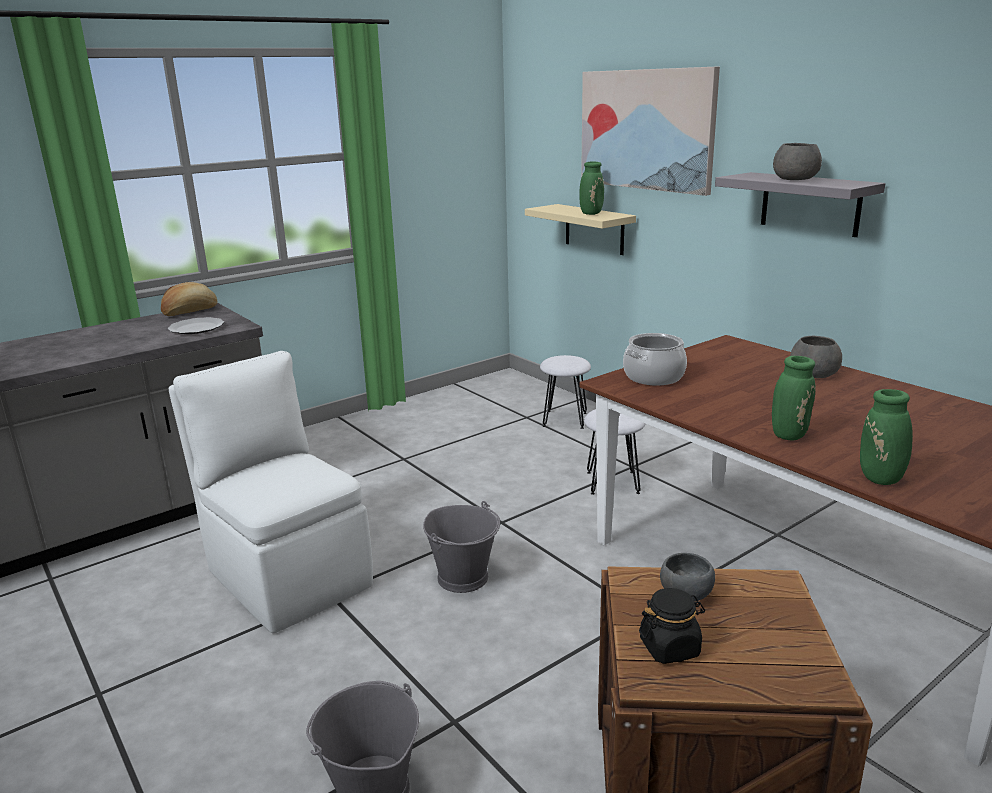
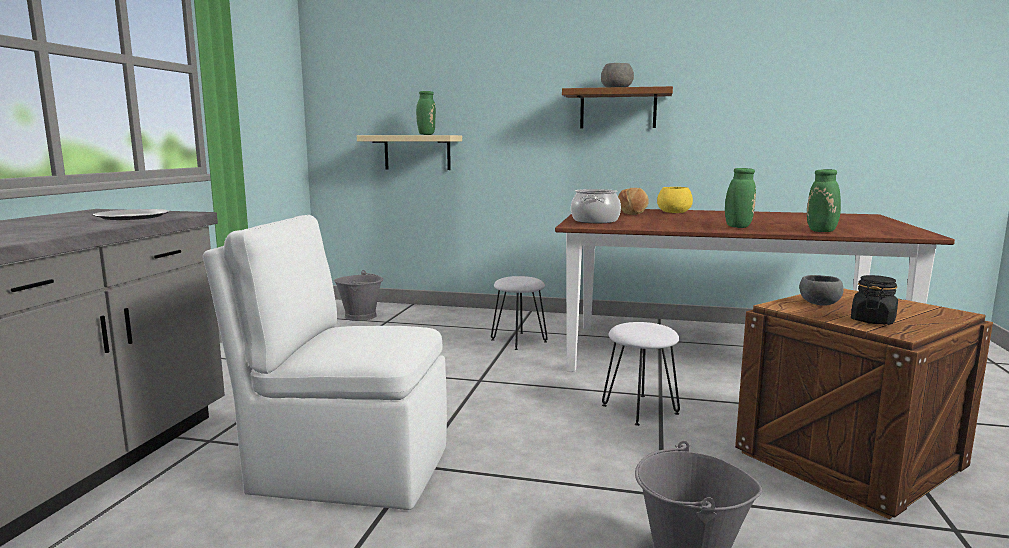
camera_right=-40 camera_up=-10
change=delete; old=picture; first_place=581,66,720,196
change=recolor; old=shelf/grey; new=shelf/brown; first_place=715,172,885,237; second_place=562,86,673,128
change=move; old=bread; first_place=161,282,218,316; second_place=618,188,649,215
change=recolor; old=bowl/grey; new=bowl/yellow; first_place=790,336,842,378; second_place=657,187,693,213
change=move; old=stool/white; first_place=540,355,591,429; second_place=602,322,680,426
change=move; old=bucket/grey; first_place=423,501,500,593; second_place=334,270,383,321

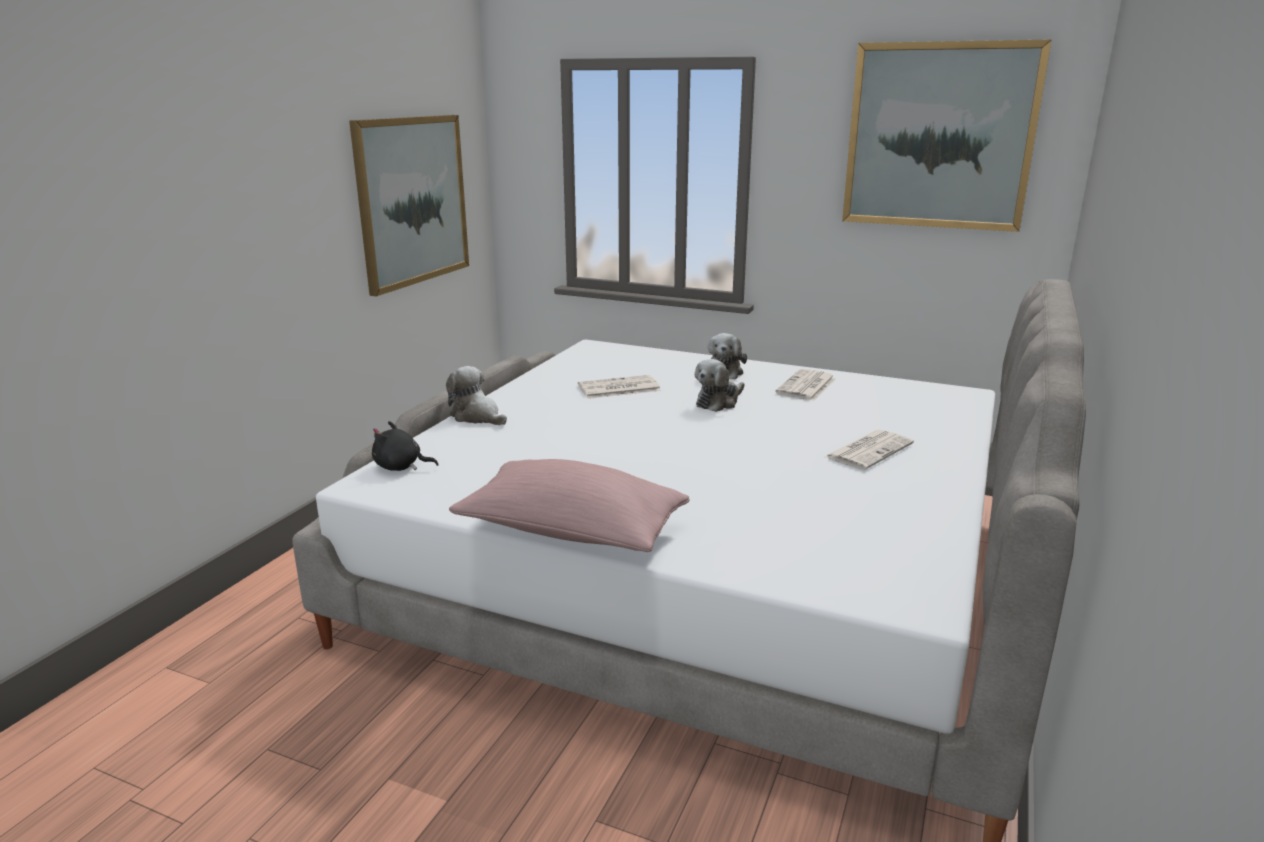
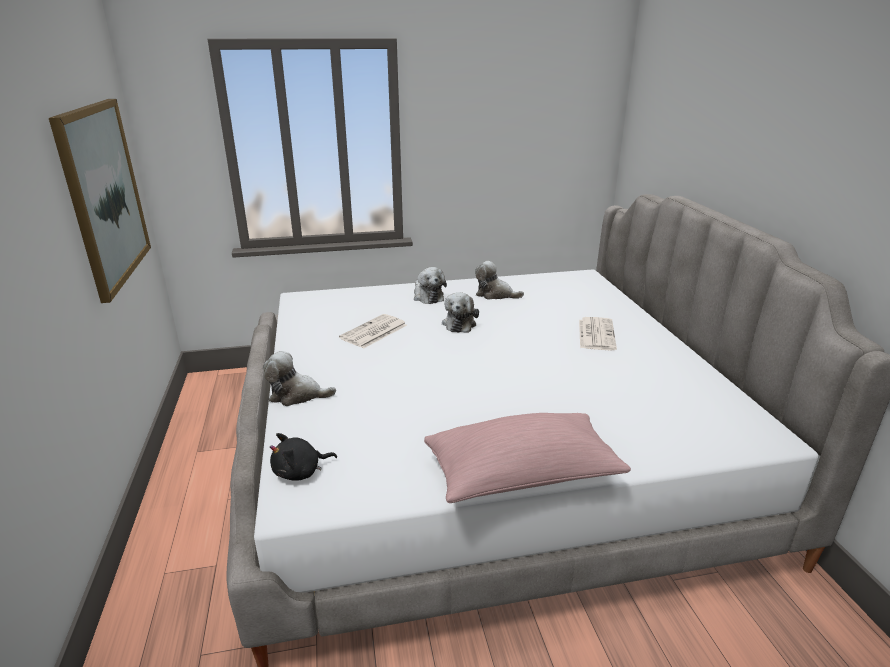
camera_right=-35 camera_up=5
change=delete; old=picture; first_place=842,39,1052,232
change=replace; old=newspaper; new=plush toy; first_place=775,369,836,401; second_place=475,261,524,300

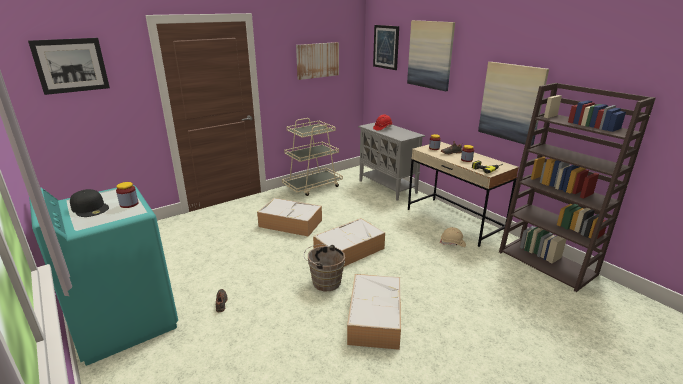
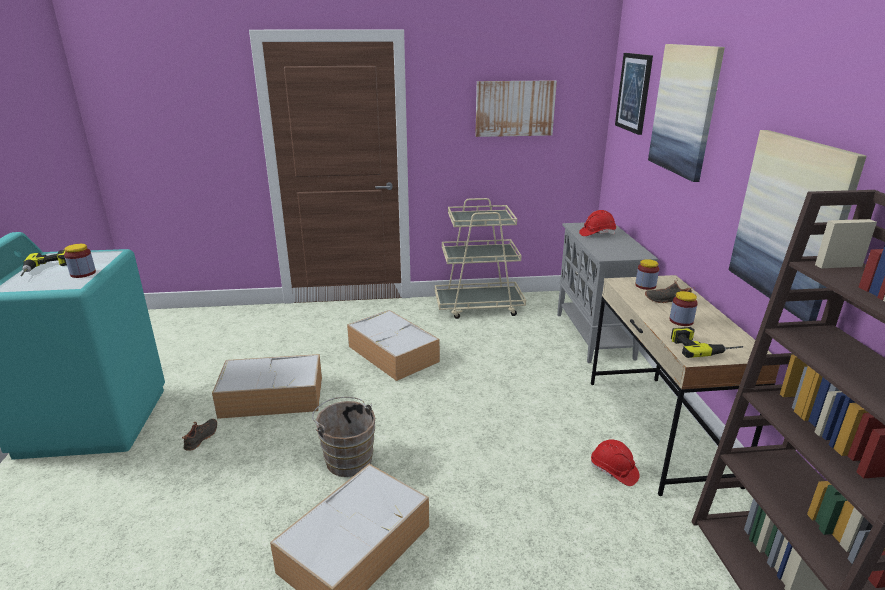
camera_right=30 camera_up=0
change=delete; old=picture; first_place=28,38,110,95
change=replace; old=cap/black; new=power drill; first_place=70,189,109,217; second_place=20,250,67,277
change=move; old=storage box; first_place=313,218,385,267; second_place=212,354,322,419
change=recolor; old=hard hat/beige; new=hard hat/red; first_place=440,227,466,247; second_place=591,439,640,486

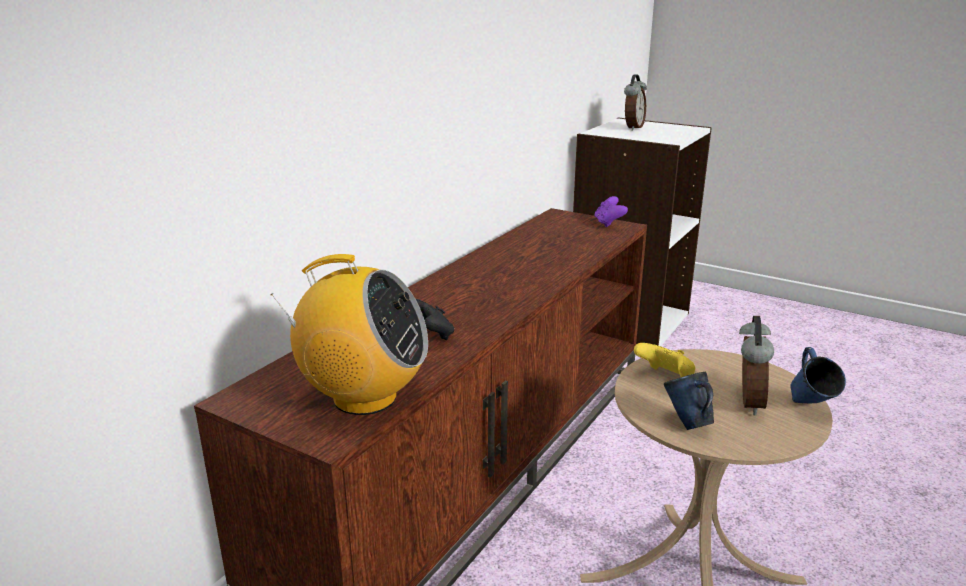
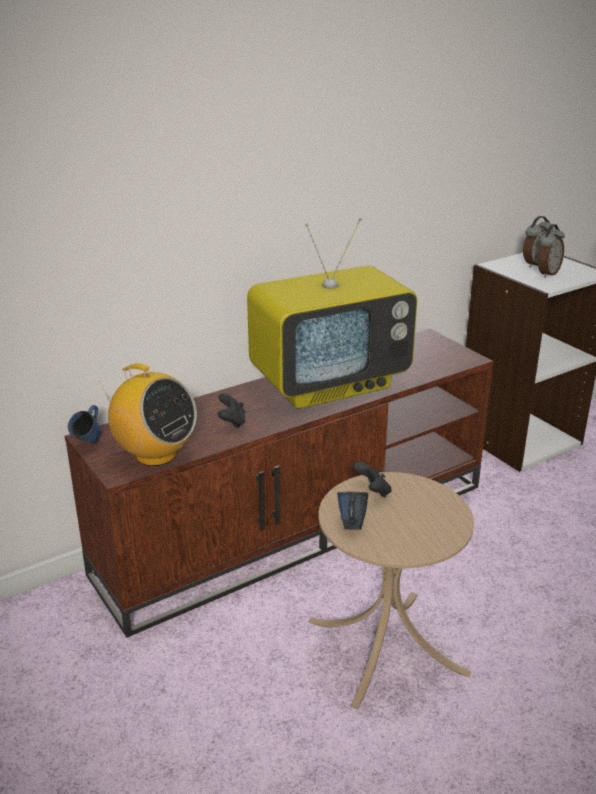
camera_right=25 camera_up=5
change=delete; old=game controller/purple; first_place=594,196,628,227
change=move; old=alarm clock; first_place=739,316,774,416; second_place=538,224,565,278
change=recolor; old=game controller/yellow; new=game controller/black; first_place=634,343,695,377; second_place=353,462,392,497
change=move; old=mug/blue; first_place=790,347,846,403; second_place=68,405,102,443
change=insert; new=television; second_place=247,218,417,409

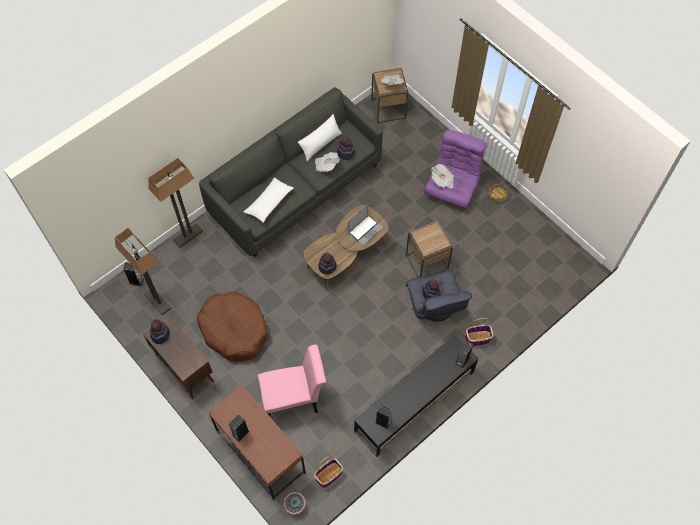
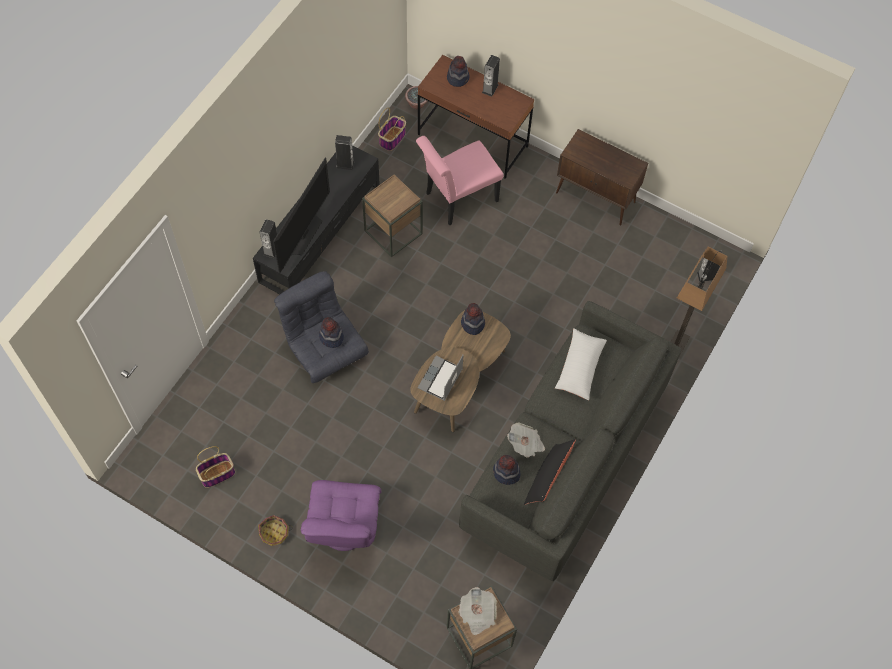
camera_right=160 camera_up=0
change=recolor; old=pillow/white; new=pillow/black; first_place=298,114,342,161; second_place=524,439,576,505
change=delete; old=newspaper; first_place=431,164,454,189
change=move; old=side table/brown; first_place=406,221,453,277; second_place=362,174,423,257
change=delete; old=floor lamp; first_place=115,228,171,315
change=delete; old=dog bed/brown; first_place=197,292,268,362
change=move; old=basket; first_place=465,318,493,346; second_place=196,446,235,488
change=move; old=hat; first_place=150,319,170,344; second_place=447,56,470,87
change=insert; new=television; second_place=273,158,330,273

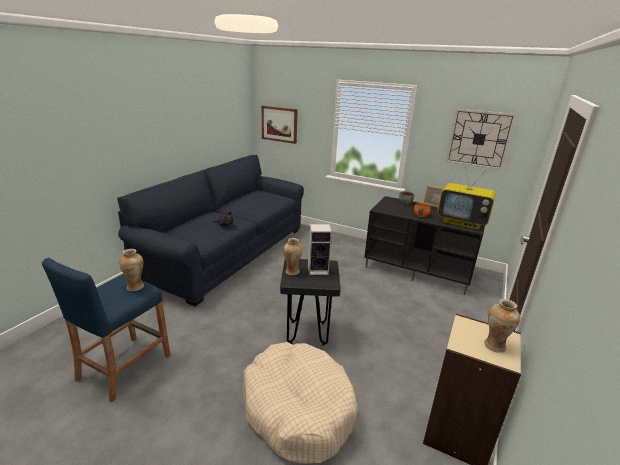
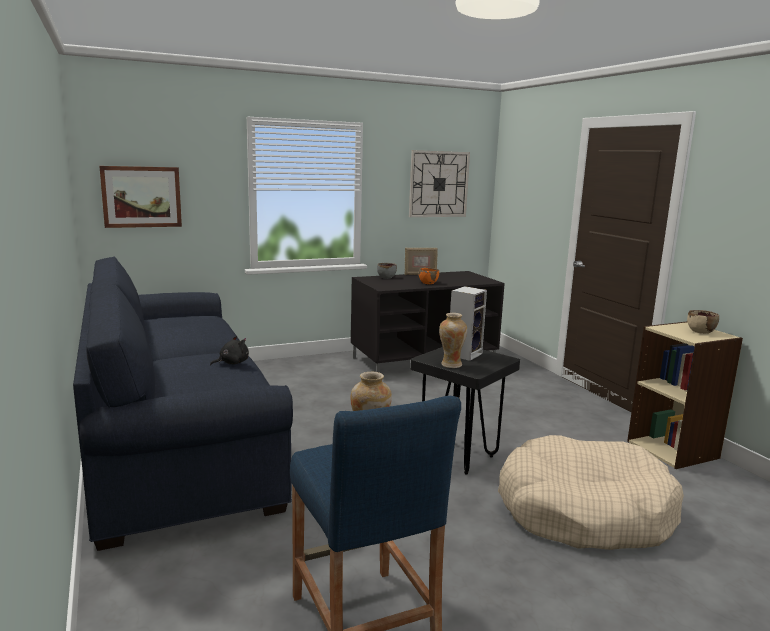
camera_right=-50 camera_up=-10
change=delete; old=television; first_place=437,168,496,229
change=replace; old=vase; new=bowl/beige; first_place=484,299,520,353; second_place=687,310,719,334

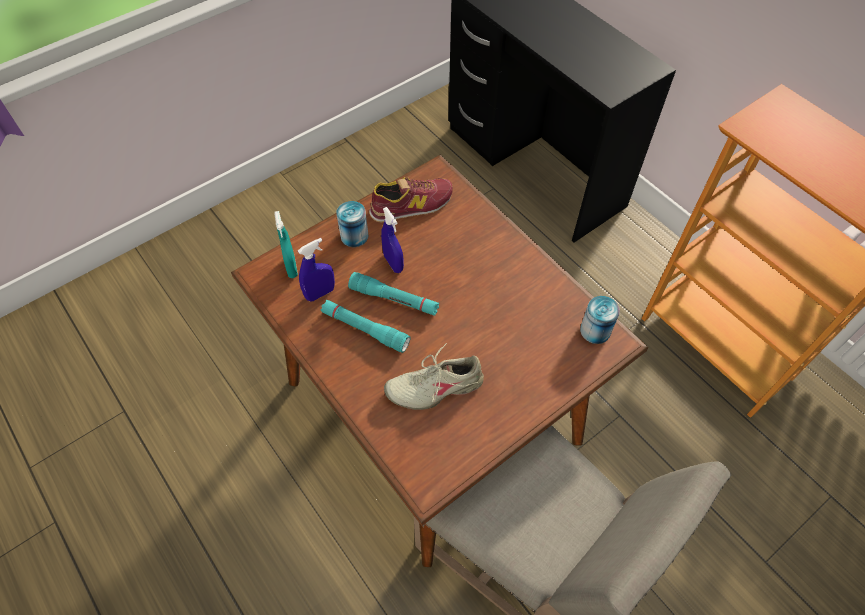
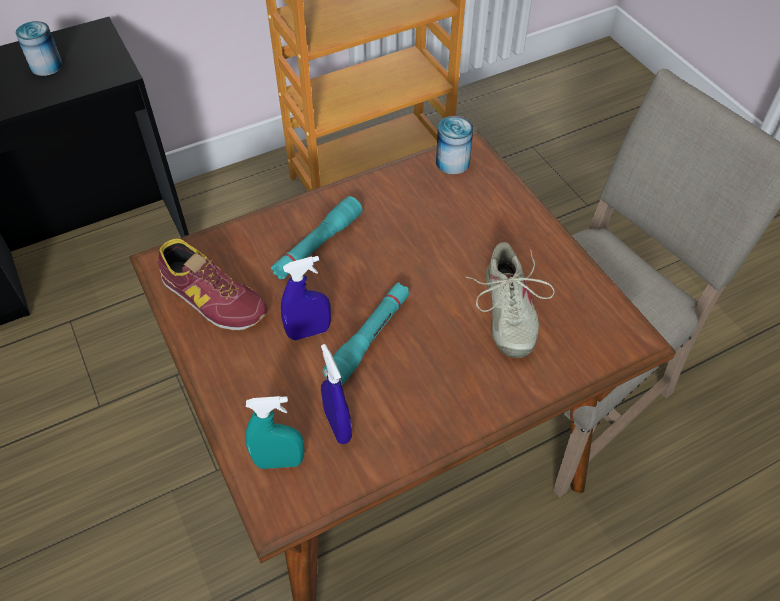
camera_right=-80 camera_up=-5
change=rotate; old=shoe; first_place=369,177,453,223; second_place=158,239,267,330; degrees=135
change=move; old=can; first_place=336,201,368,247; second_place=16,21,63,76
change=move; old=flashlight/turquoise; first_place=321,300,411,353; second_place=271,196,362,279

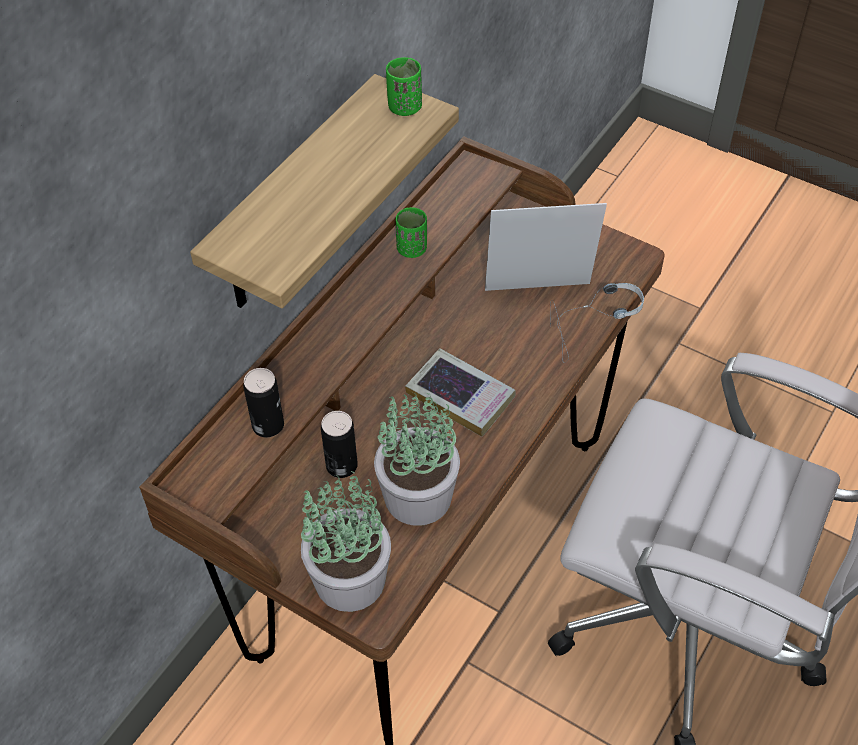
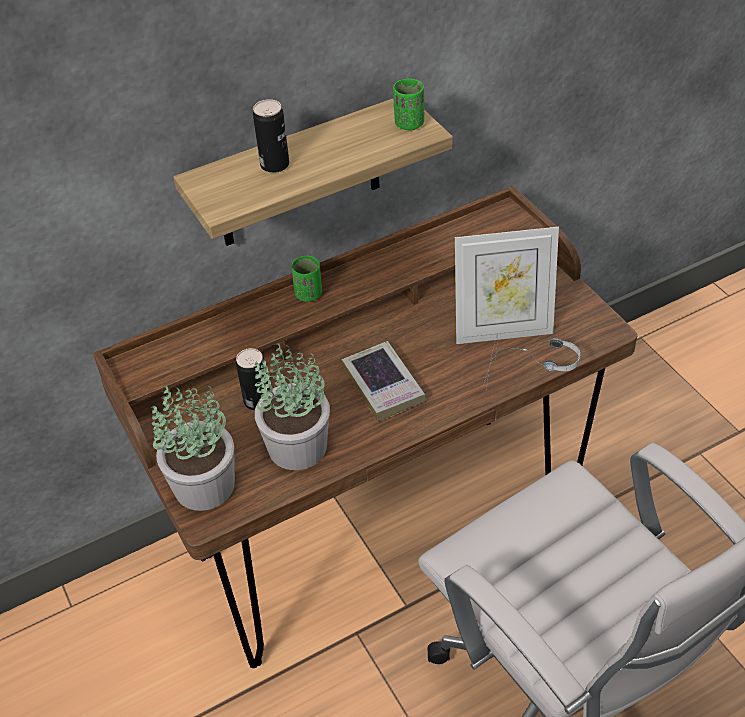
camera_right=30 camera_up=-5
change=rotate; old=picture frame; first_place=485,203,607,291; second_place=455,227,559,344; degrees=150
change=move; old=cup/green; first_place=396,207,427,258; second_place=291,255,322,302
change=move; old=can; first_place=243,368,284,437; second_place=253,99,289,173

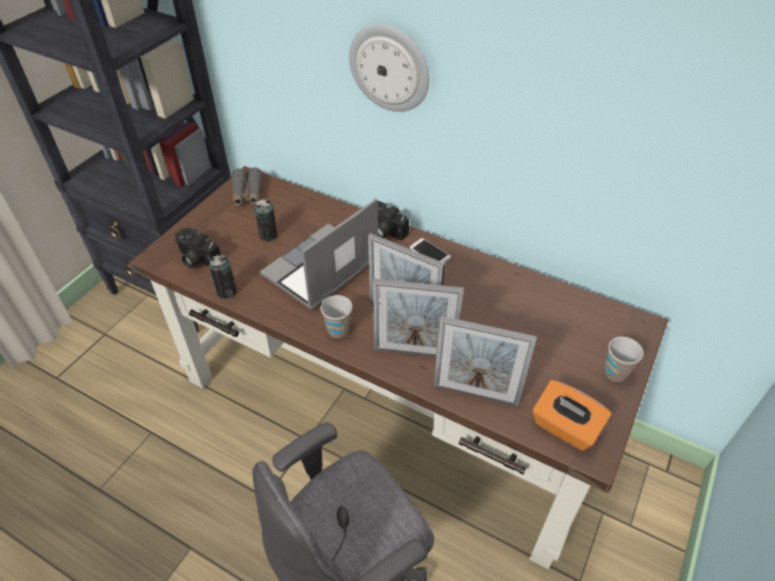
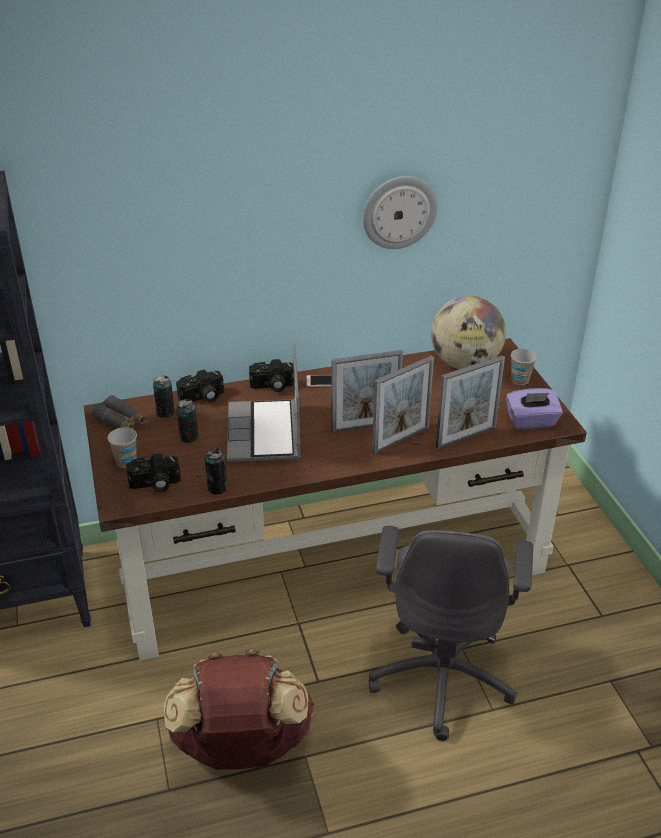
camera_right=-45 camera_up=-10
change=move; old=wall clock; first_place=349,24,429,112; second_place=363,176,438,249
change=move; old=cup; first_place=320,295,352,338; second_place=107,427,137,468
change=recolor; old=tissue box/orange; new=tissue box/purple; first_place=532,380,612,451; second_place=506,388,563,430
change=insert; new=globe; second_place=431,296,506,369
change=insert; new=photo camera; second_place=176,369,224,402
change=insert; new=can; second_place=153,376,175,418
change=insert; new=backpack/brown; second_place=164,649,314,770

